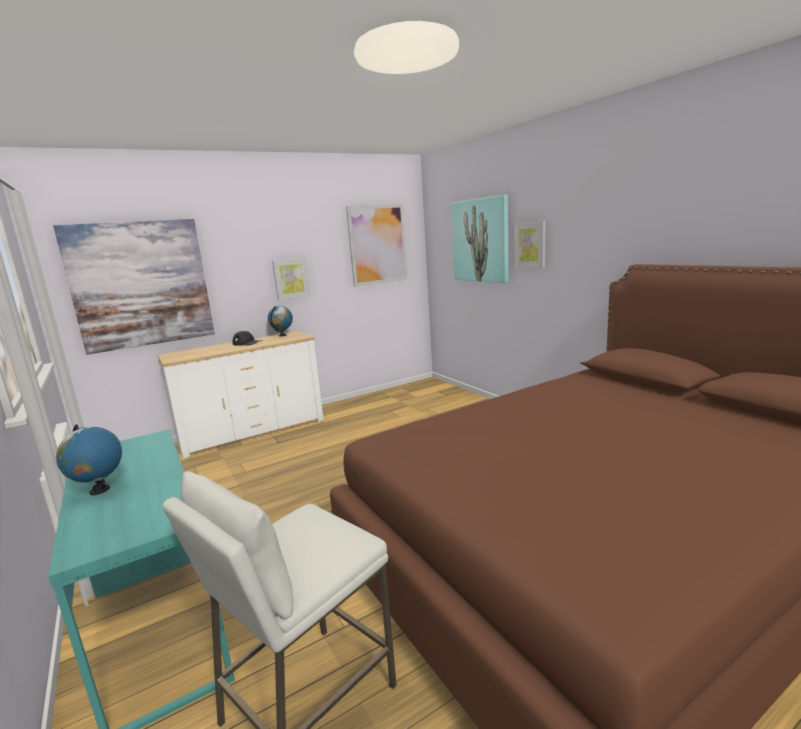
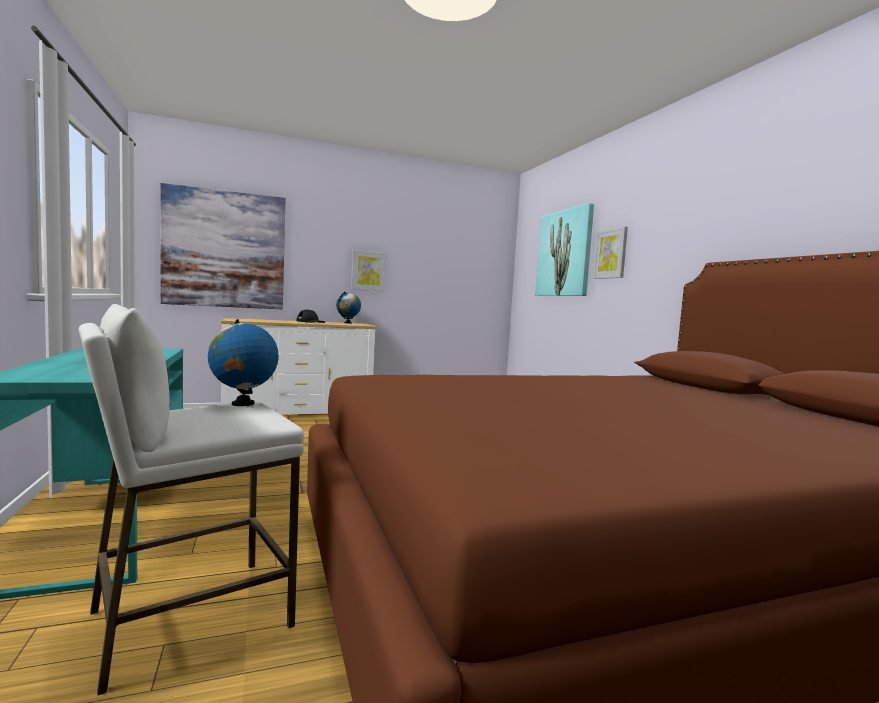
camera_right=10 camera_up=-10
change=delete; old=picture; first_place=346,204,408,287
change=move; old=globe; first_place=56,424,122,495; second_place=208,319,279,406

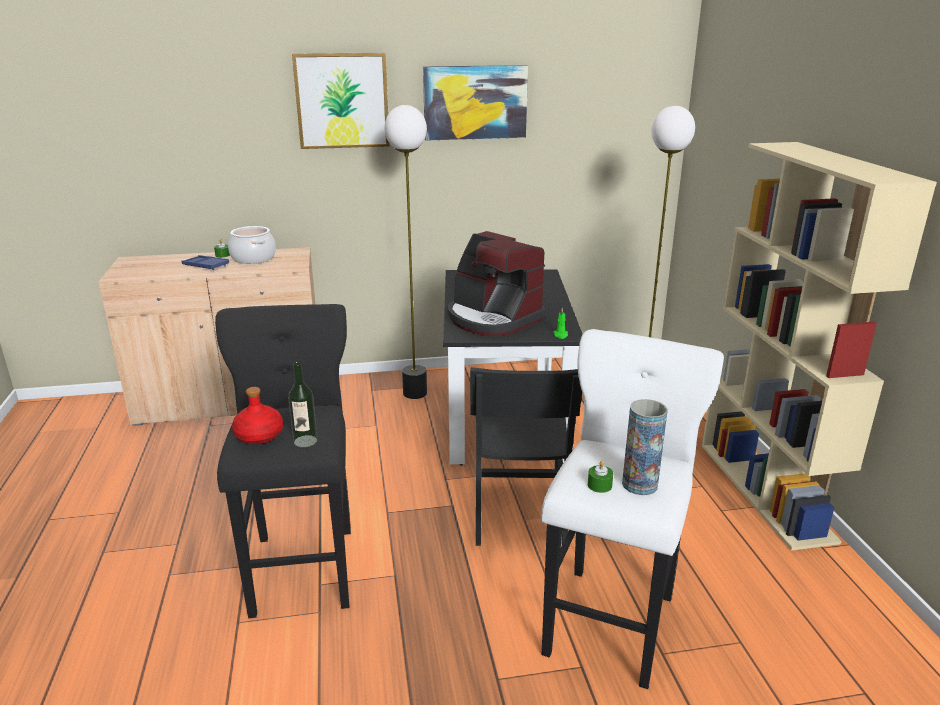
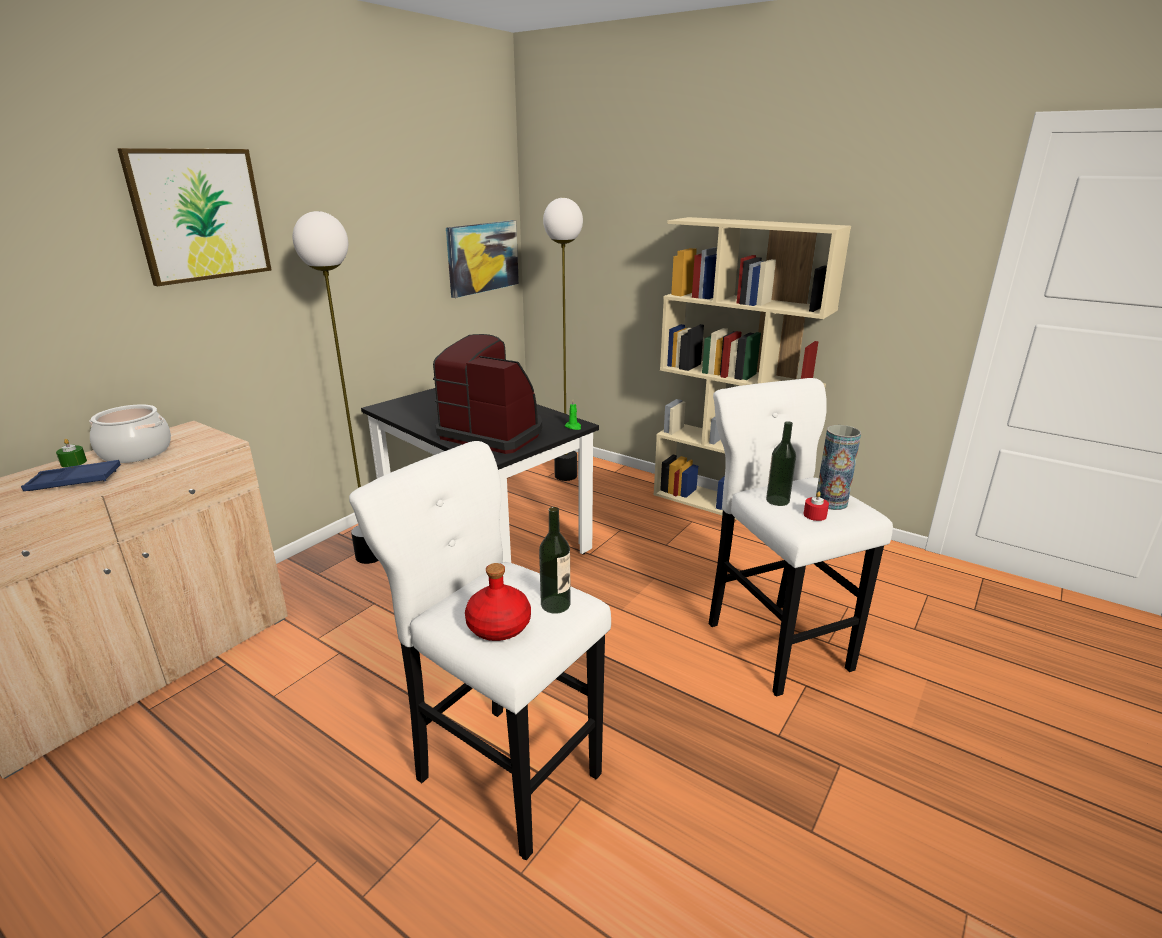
camera_right=-45 camera_up=0
change=move; old=picture; first_place=423,65,528,141; second_place=446,220,519,298
change=rotate; old=coffee machine; first_place=447,231,545,336; second_place=433,334,542,454; degrees=-150
change=recolor; old=stool/black; new=stool/white; first_place=215,304,351,618; second_place=349,441,611,860
change=delete; old=chair/black; first_place=470,367,582,546
change=recolor; old=candle/green; new=candle/red; first_place=588,461,613,493; second_place=804,492,829,521
change=insert; new=bottle; second_place=766,421,796,506

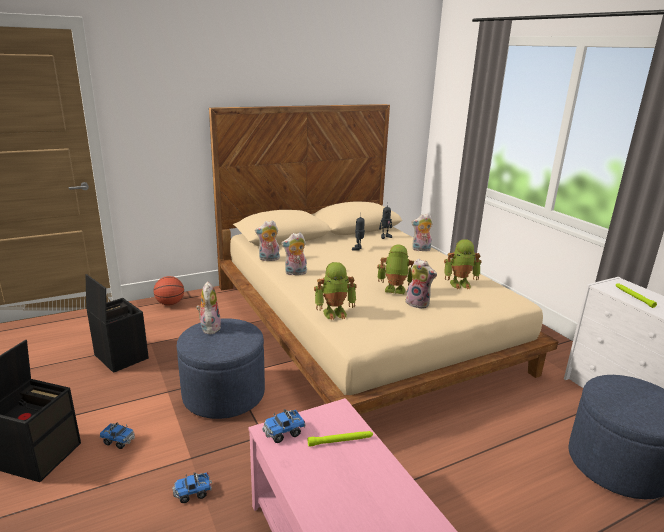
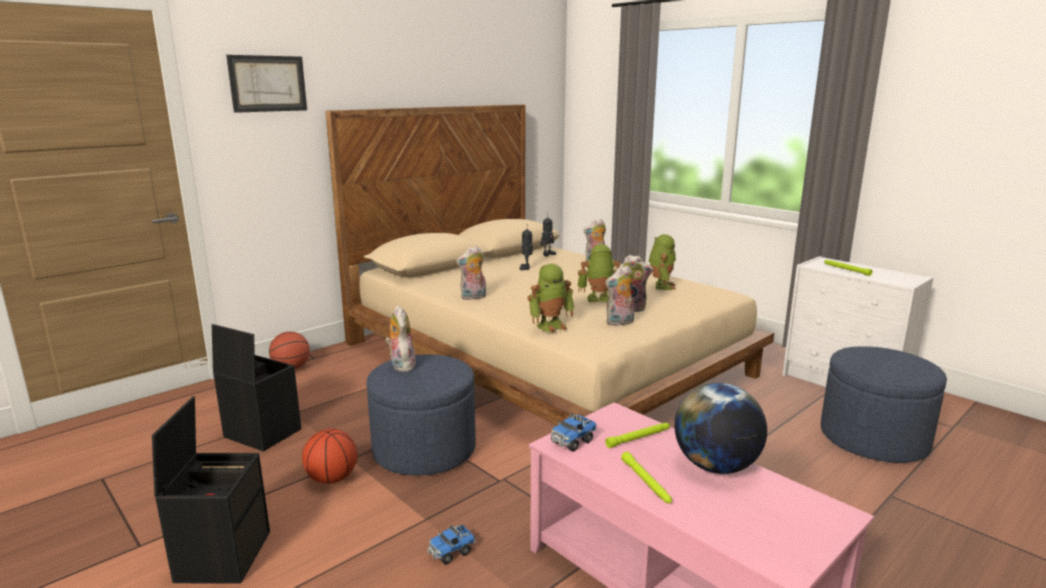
camera_right=-15 camera_up=-5
change=move; old=plush toy; first_place=255,220,280,261; second_place=605,265,634,326
change=rotate; old=toy robot; first_place=444,239,482,289; second_place=649,234,676,290; degrees=-60
change=delete; old=toy truck; first_place=100,423,135,449
change=insert; new=picture; second_place=226,55,307,113
change=insert; new=globe; second_place=674,383,767,474
change=insert; new=basketball; second_place=302,429,358,484
change=insert; new=flashlight/green; second_place=621,452,672,503

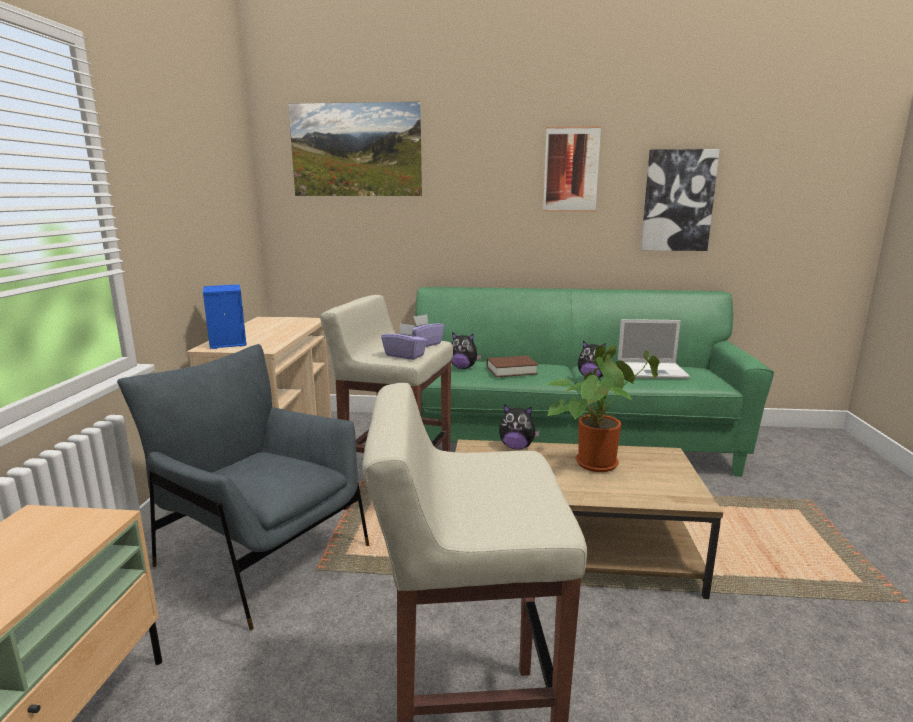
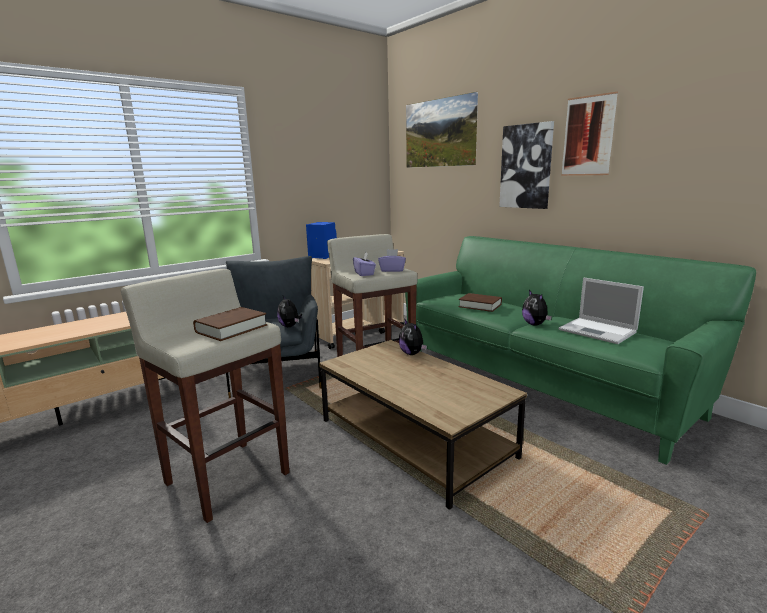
camera_right=45 camera_up=0
change=move; old=picture; first_place=641,149,720,251; second_place=499,121,554,209
change=move; old=plush toy; first_place=451,332,482,369; second_place=277,296,302,327
change=delete; old=potted plant; first_place=547,345,660,472
change=insert; new=book/brown; second_place=193,307,267,341

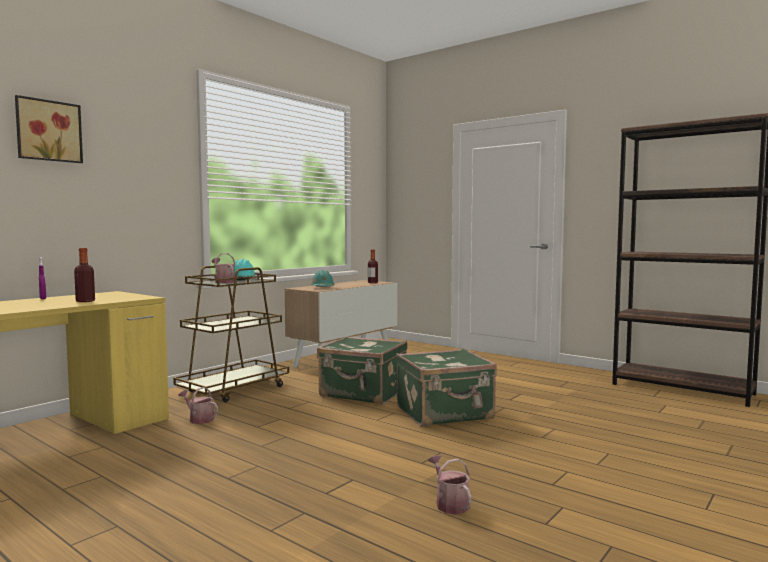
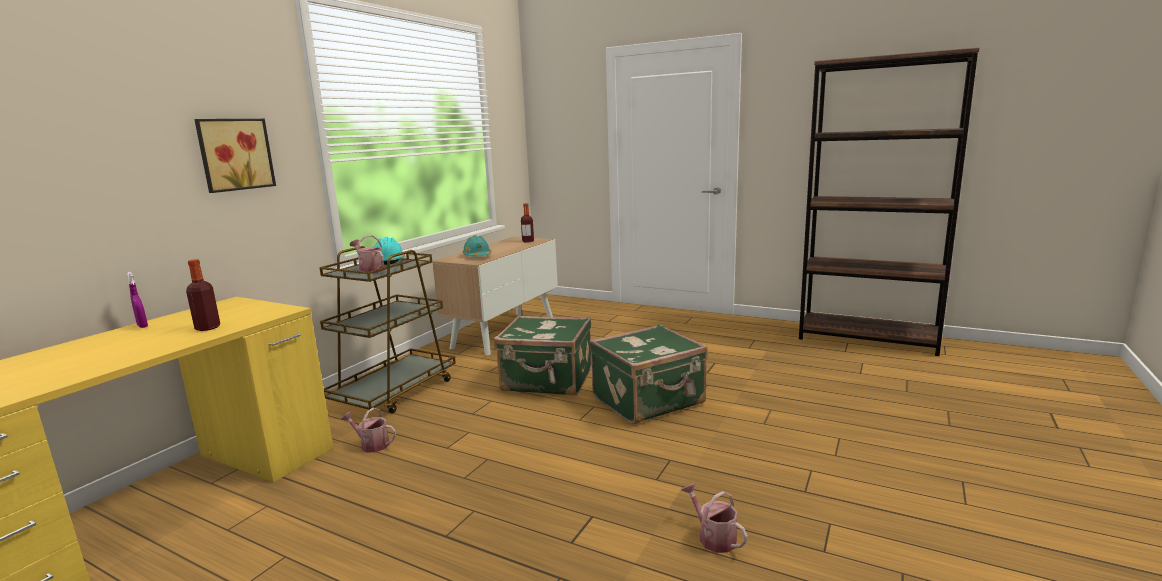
camera_right=-10 camera_up=10
change=move; old=picture; first_place=15,95,83,163; second_place=194,119,276,193

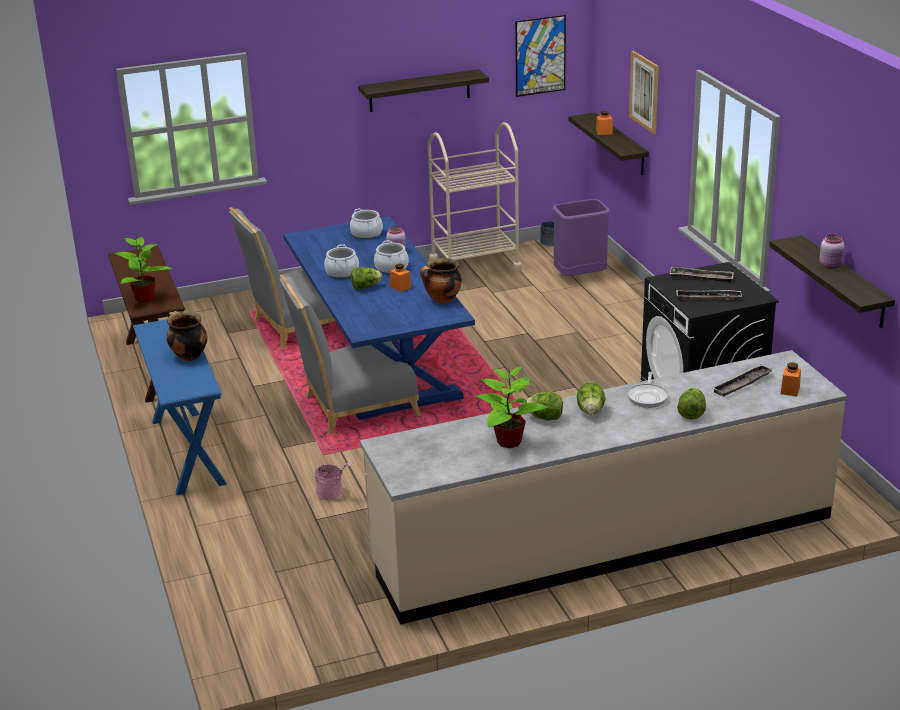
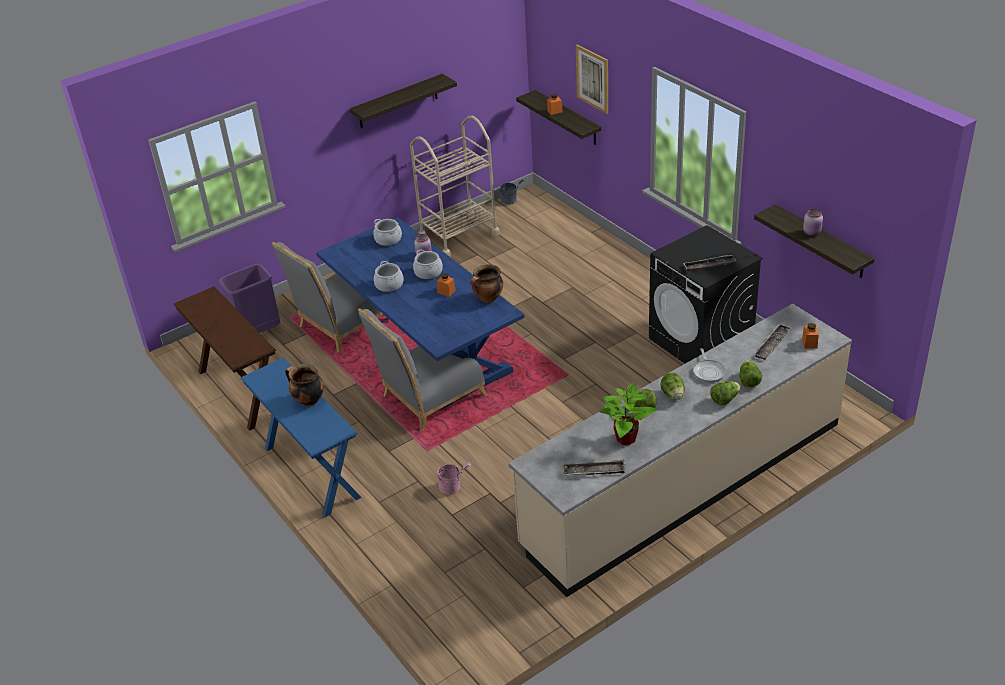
camera_right=-15 camera_up=10
change=delete; old=picture; first_place=515,15,566,97
change=move; old=trash can/purple; first_place=553,199,610,276; second_place=219,264,280,333
change=delete; old=potted plant; first_place=115,237,173,303
change=move; old=lettuce; first_place=351,267,382,290; second_place=710,381,741,405
change=move; old=tray; first_place=670,267,734,283; second_place=562,459,626,476

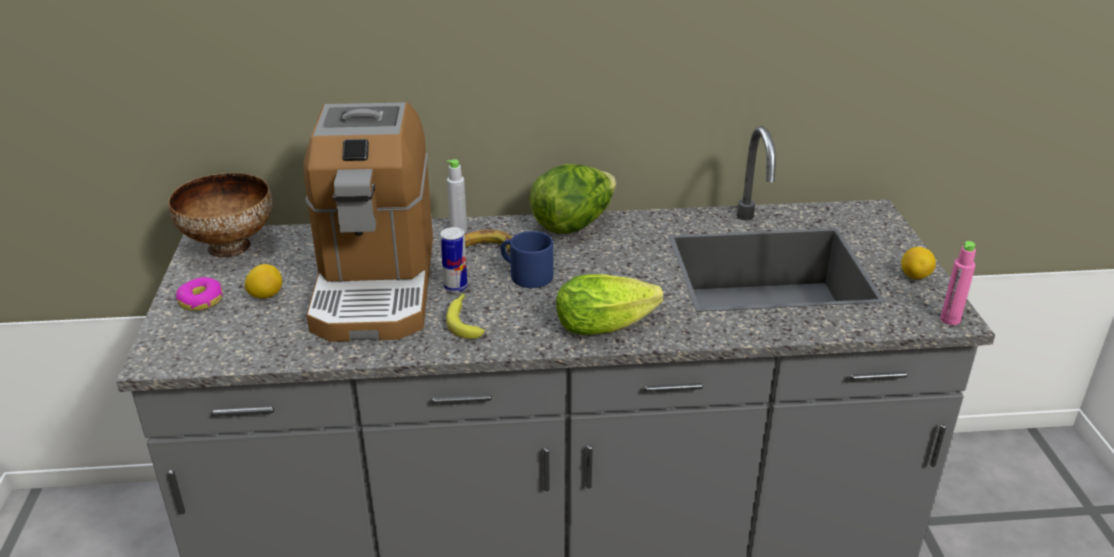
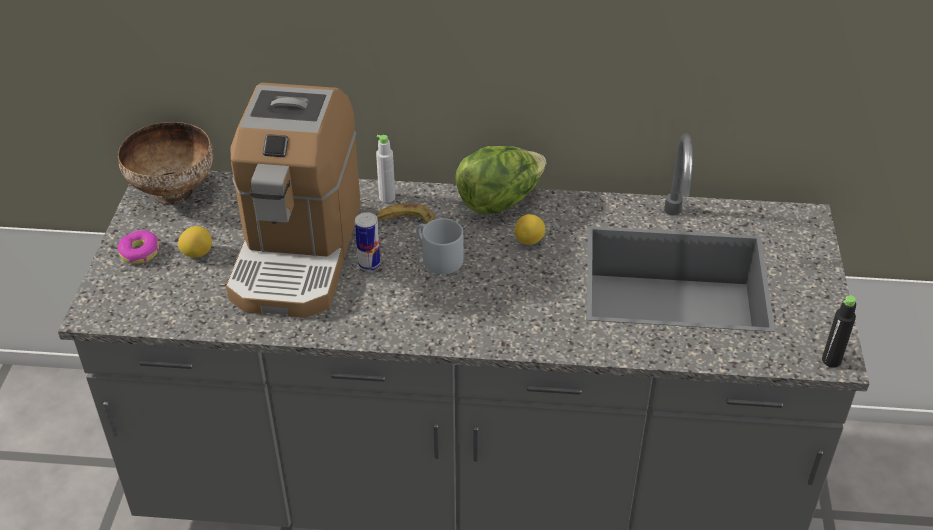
camera_right=10 camera_up=10
change=recolor; old=mug/blue; new=mug/grey; first_place=500,231,553,288; second_place=416,218,463,274
change=recolor; old=bottle/pink; new=bottle/black; first_place=940,241,976,325; second_place=822,295,856,367
change=move; old=lemon; first_place=901,247,936,279; second_place=515,214,545,245
change=delete; old=lettuce; first_place=556,274,663,335
change=delete; old=banana; first_place=446,293,485,339

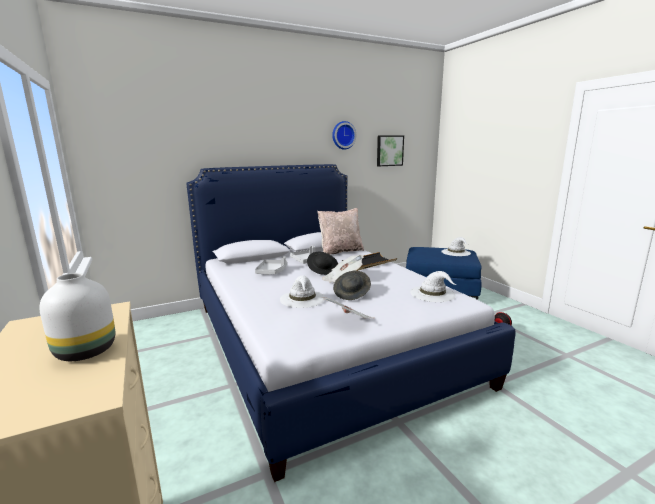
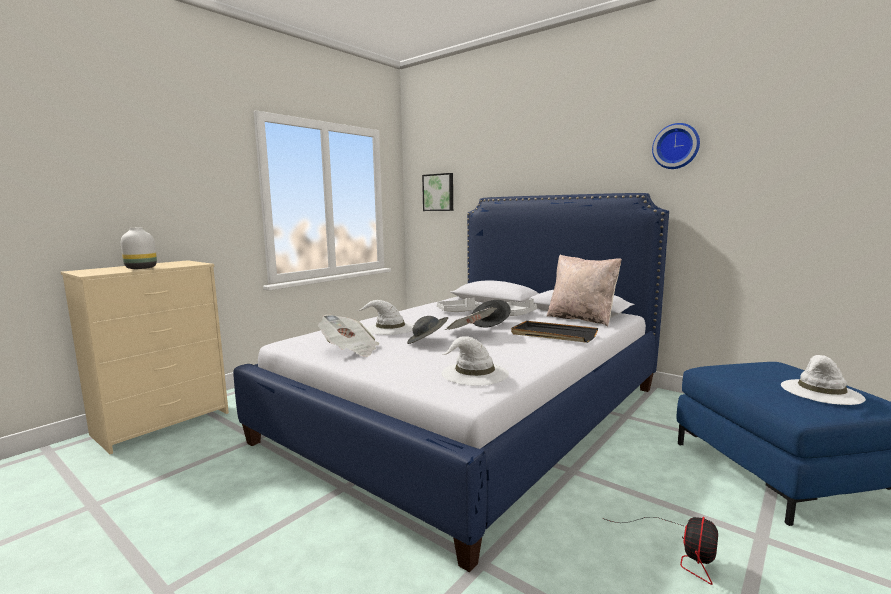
camera_right=65 camera_up=-5
change=move; old=picture; first_place=377,135,404,166; second_place=422,173,453,211

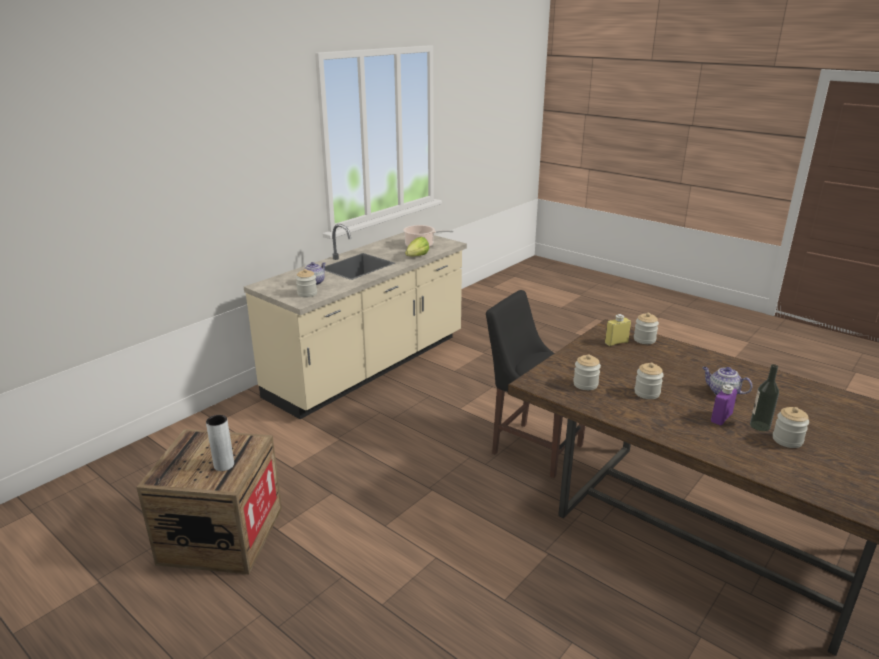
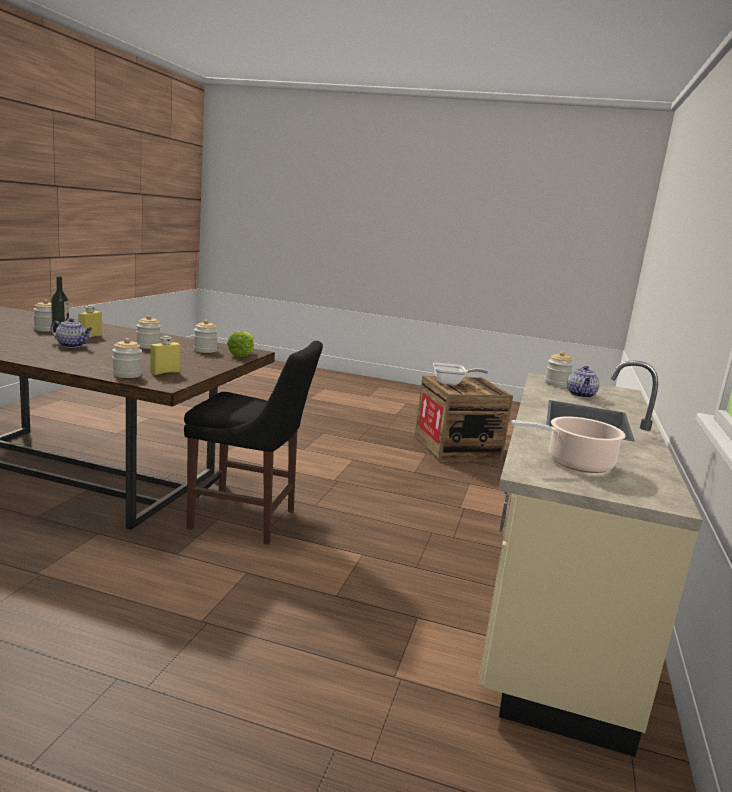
camera_right=155 camera_up=-10
change=move; old=lettuce; first_place=405,237,429,256; second_place=227,331,254,357
change=recolor; old=bottle/purple; new=bottle/yellow; first_place=711,384,737,425; second_place=78,305,102,338
change=replace; old=vase/grey; new=frying pan; first_place=206,415,234,471; second_place=433,363,488,385

